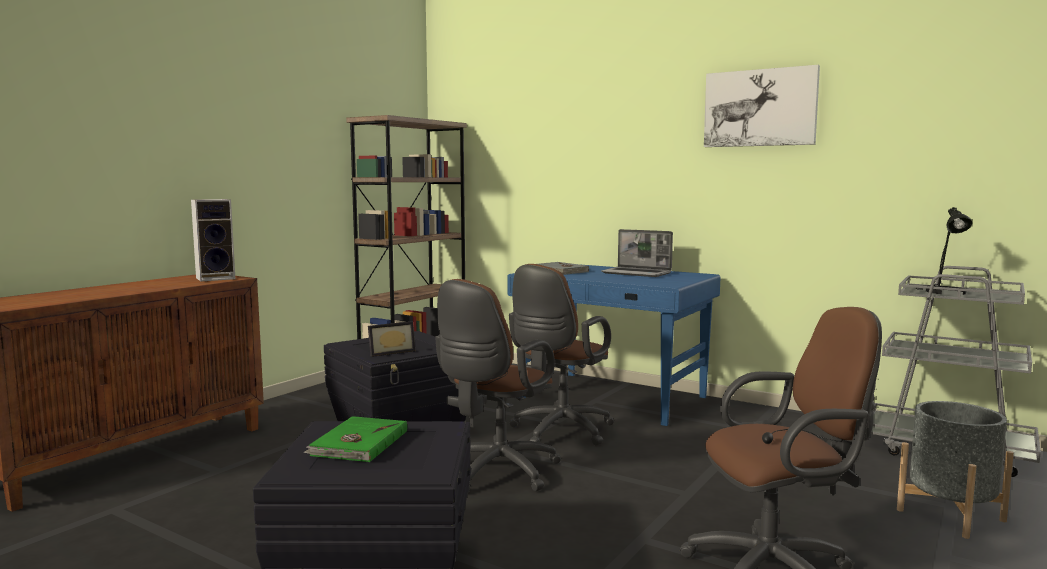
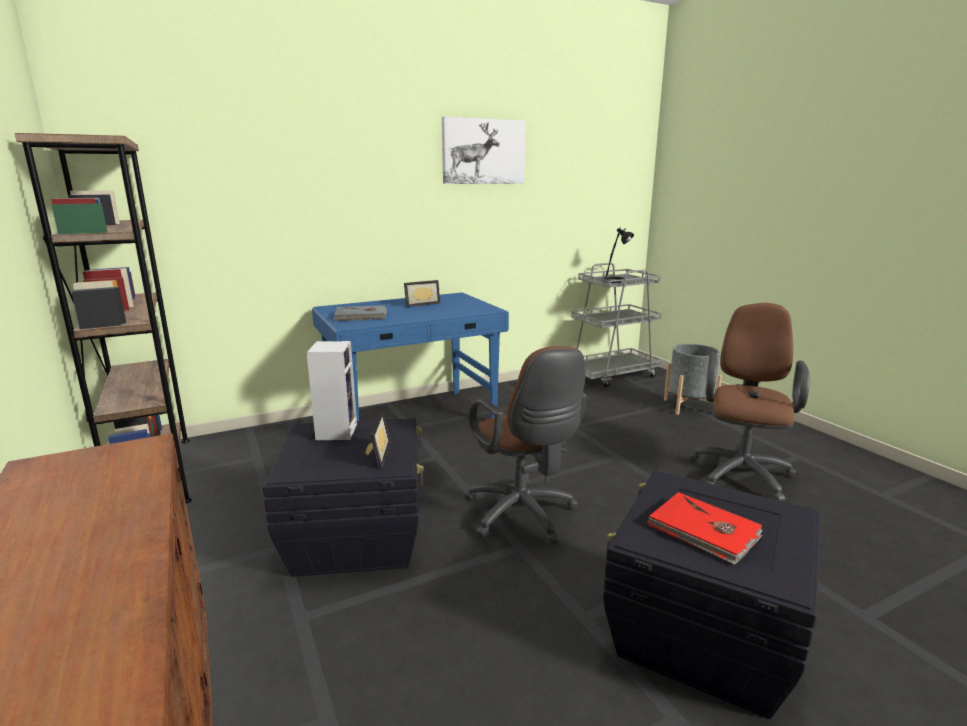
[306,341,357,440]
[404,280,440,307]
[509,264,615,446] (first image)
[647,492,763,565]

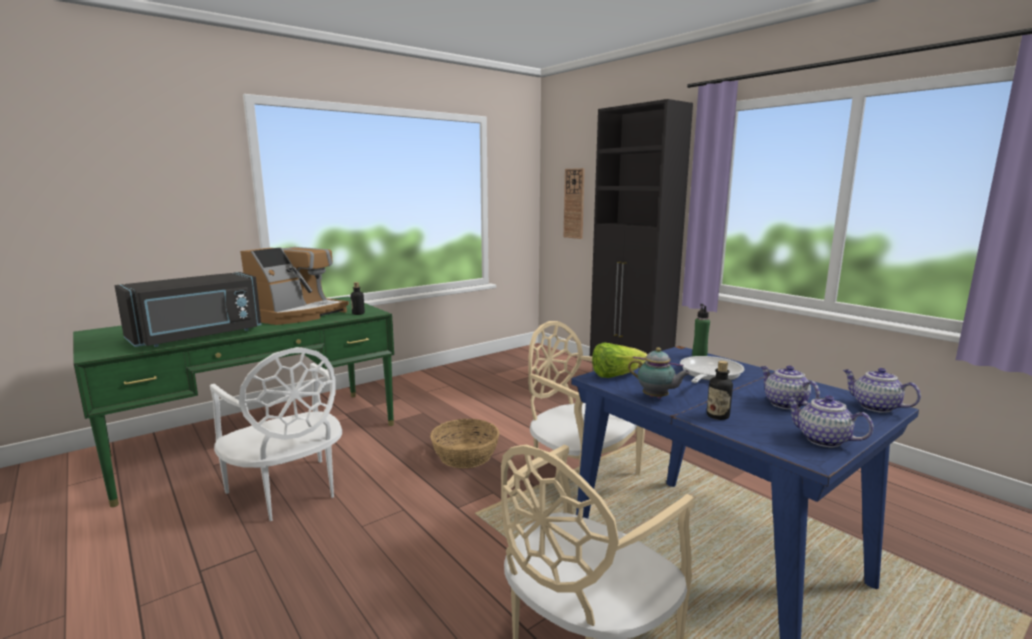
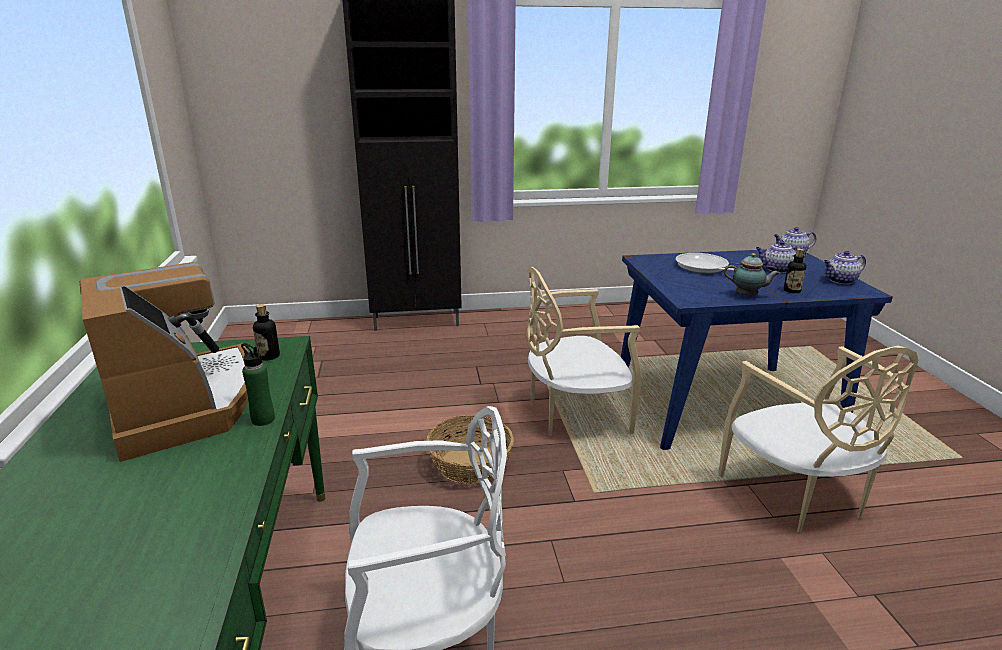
[564,168,585,239] (first image)
[115,272,262,347] (first image)
[241,343,275,426]
[592,342,648,378] (first image)
[724,253,780,296]

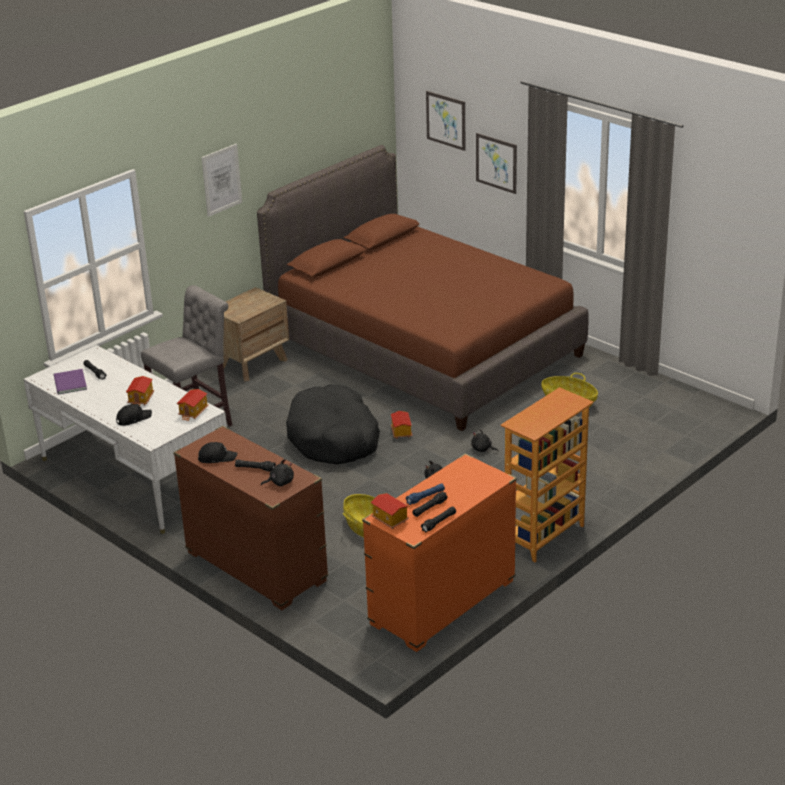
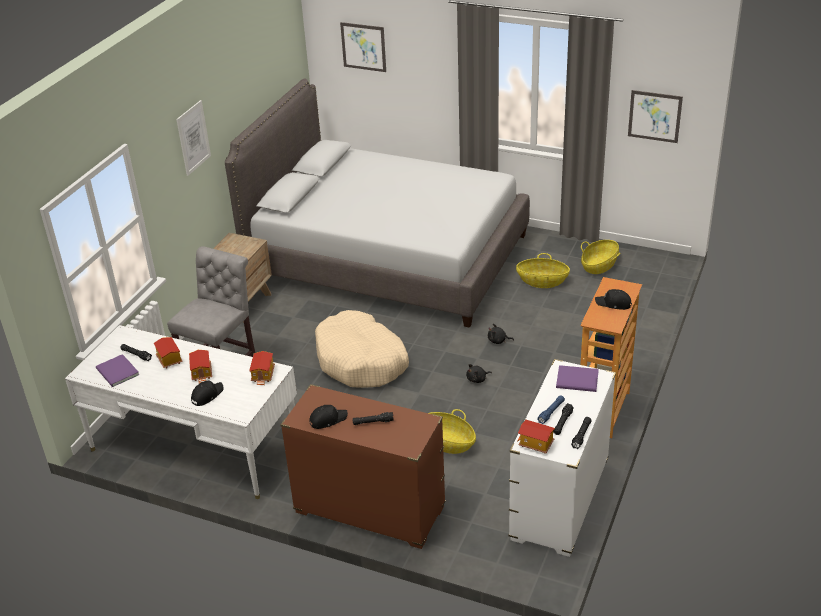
[628,90,683,143]
[225,79,530,328]
[315,310,409,388]
[154,337,183,368]
[508,359,616,557]
[261,459,294,486] (first image)
[581,240,620,274]
[595,289,632,310]
[556,365,599,392]

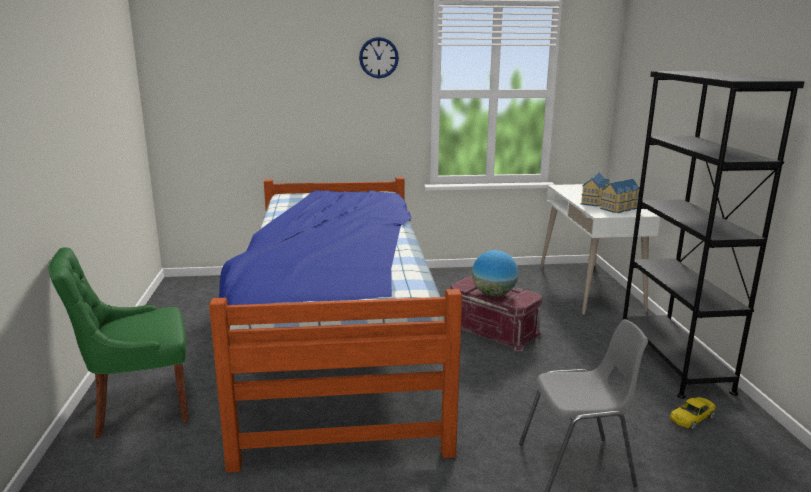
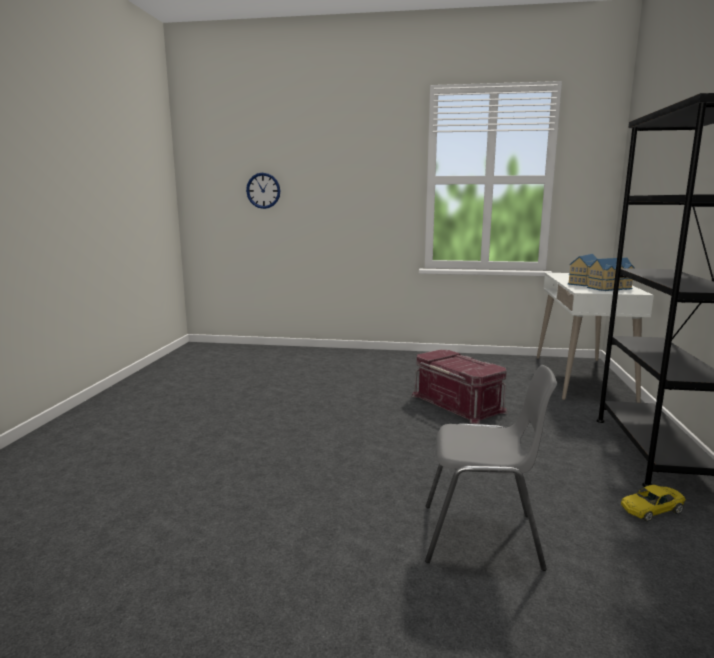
[246,173,280,209]
[209,177,462,473] (first image)
[48,247,189,438] (first image)
[472,250,518,296] (first image)

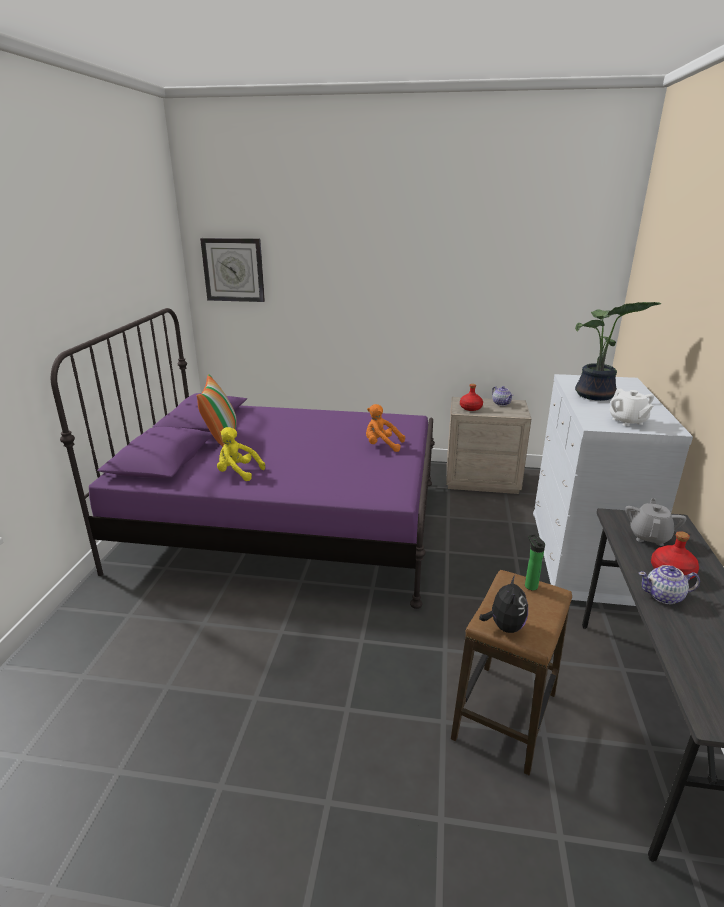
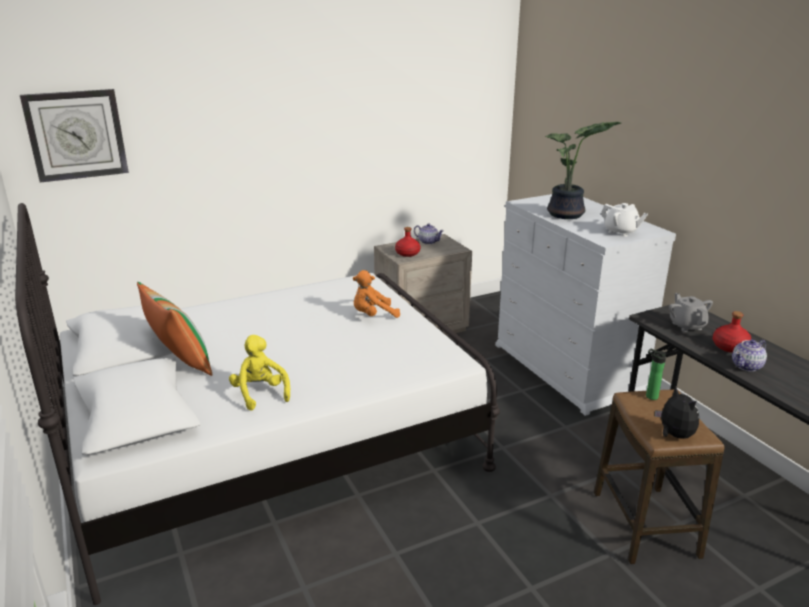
[15,203,500,605]
[229,335,290,411]

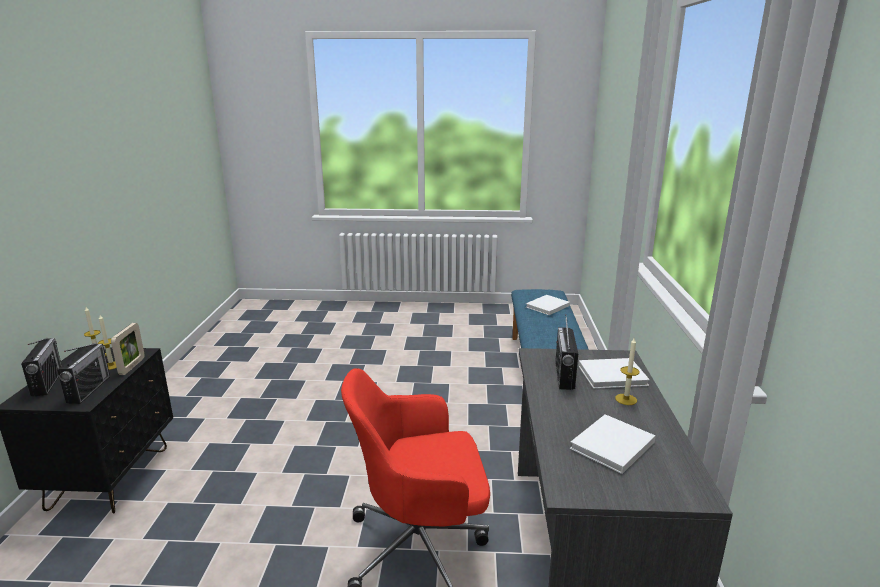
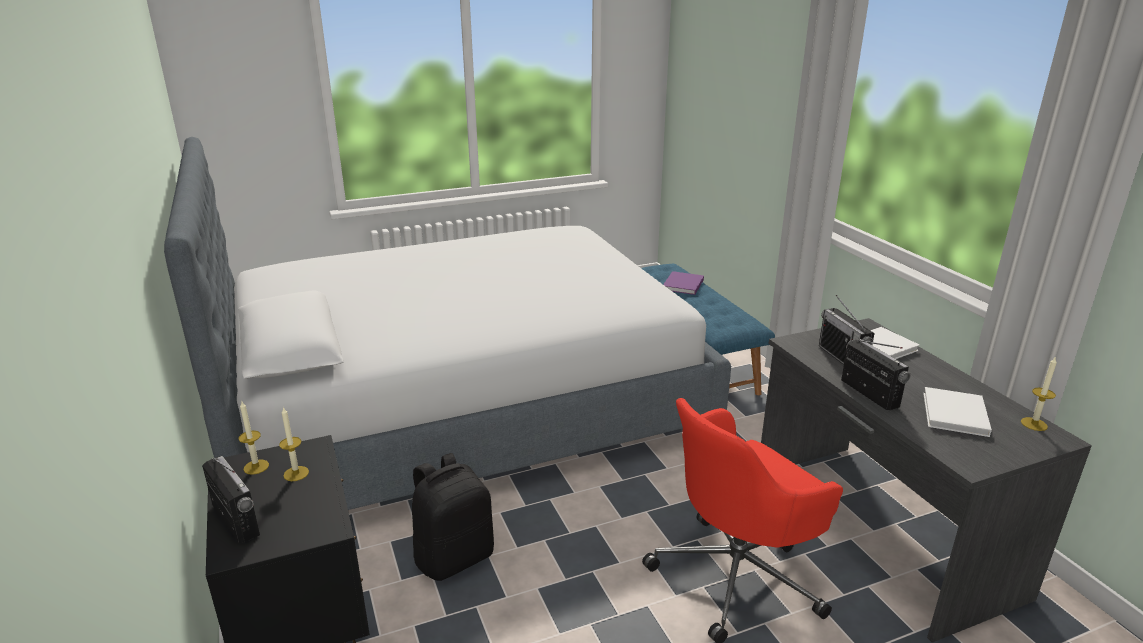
[663,271,704,295]
[111,323,145,375] (first image)
[1021,356,1057,431]
[841,339,911,410]
[164,137,731,510]
[412,453,494,581]

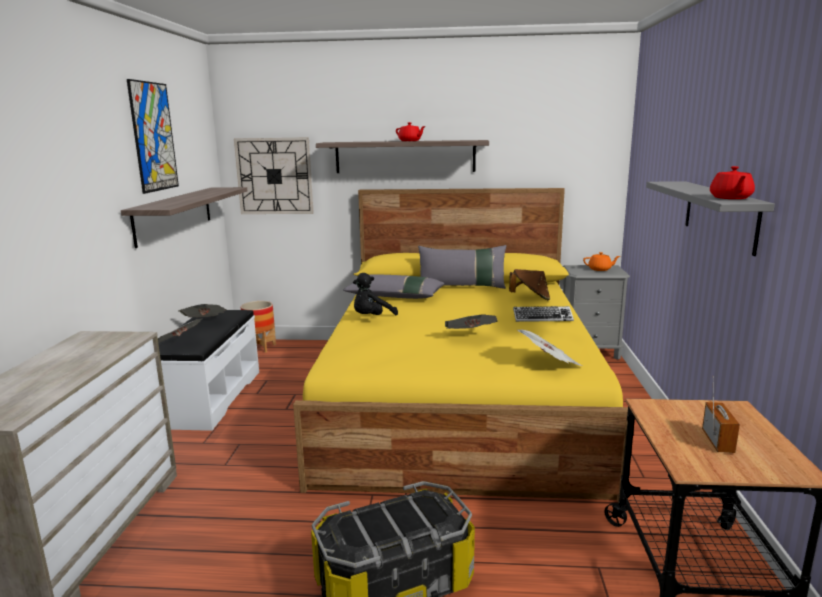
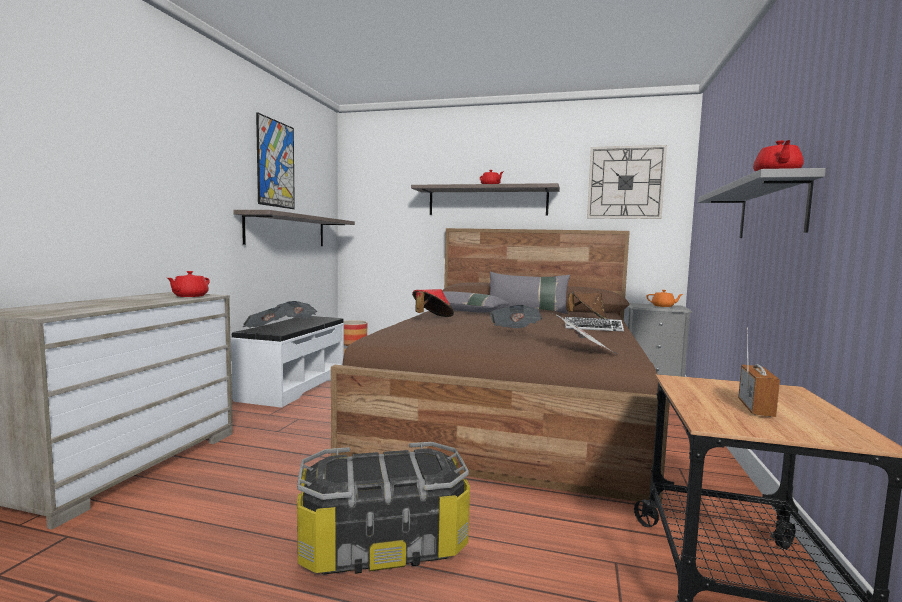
[587,145,667,219]
[331,228,670,504]
[412,289,454,317]
[167,271,210,297]

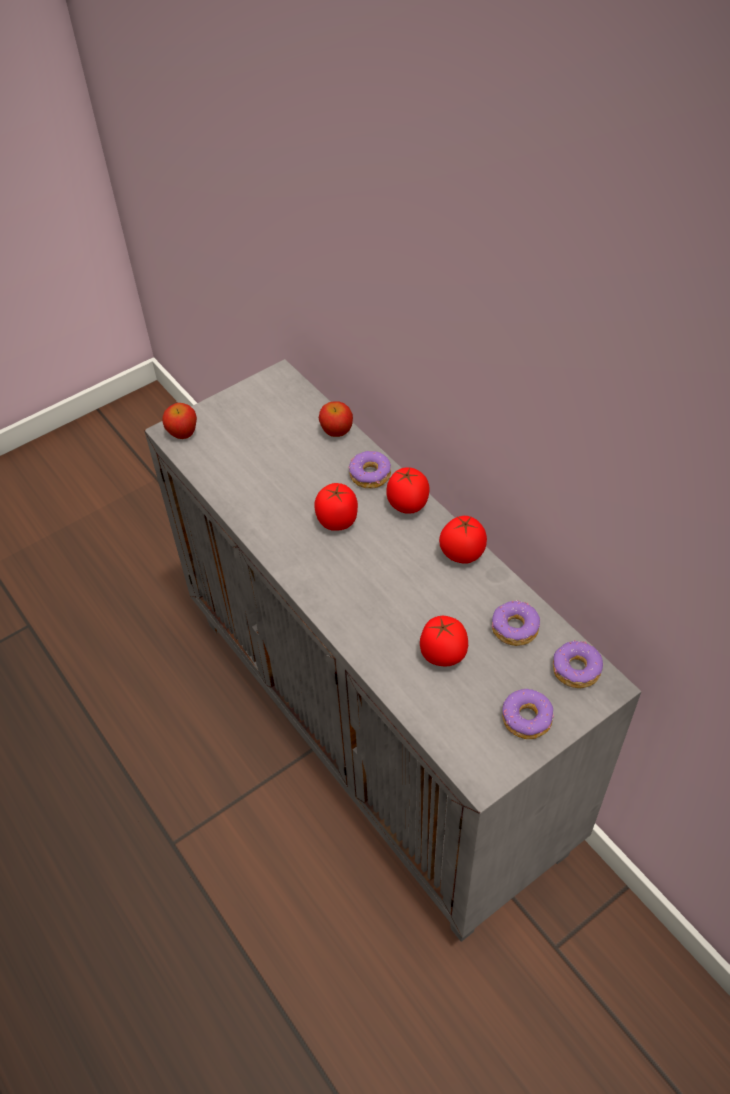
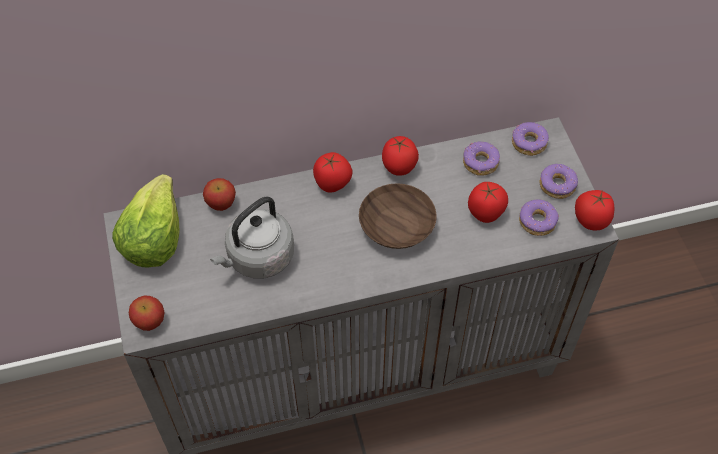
[519,199,559,236]
[575,190,614,231]
[112,174,180,268]
[359,183,437,249]
[210,196,294,279]

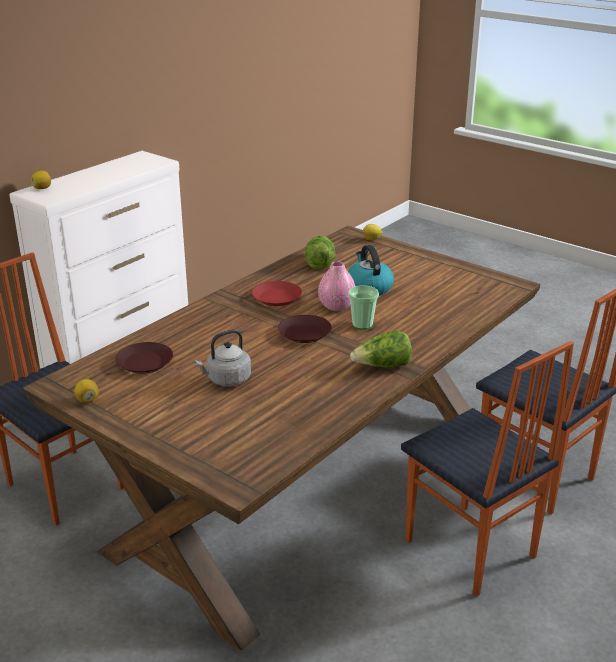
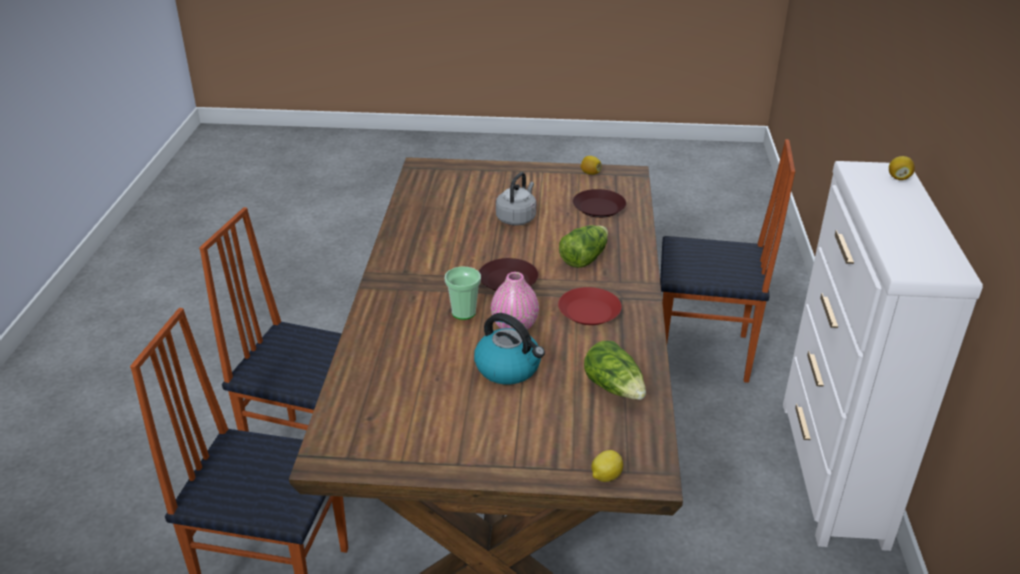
[559,225,608,268]

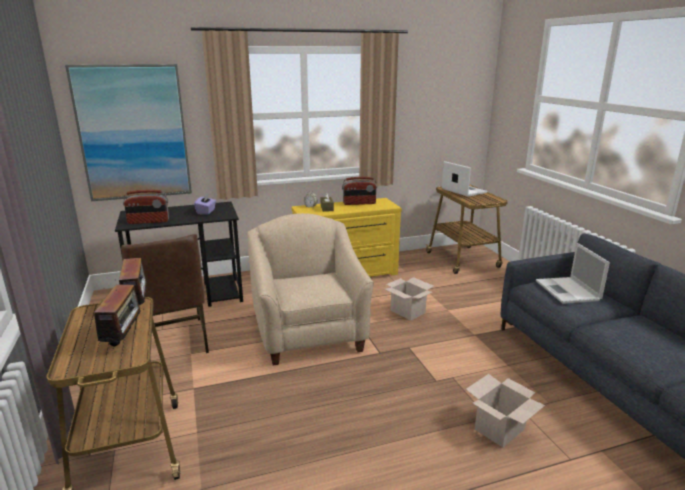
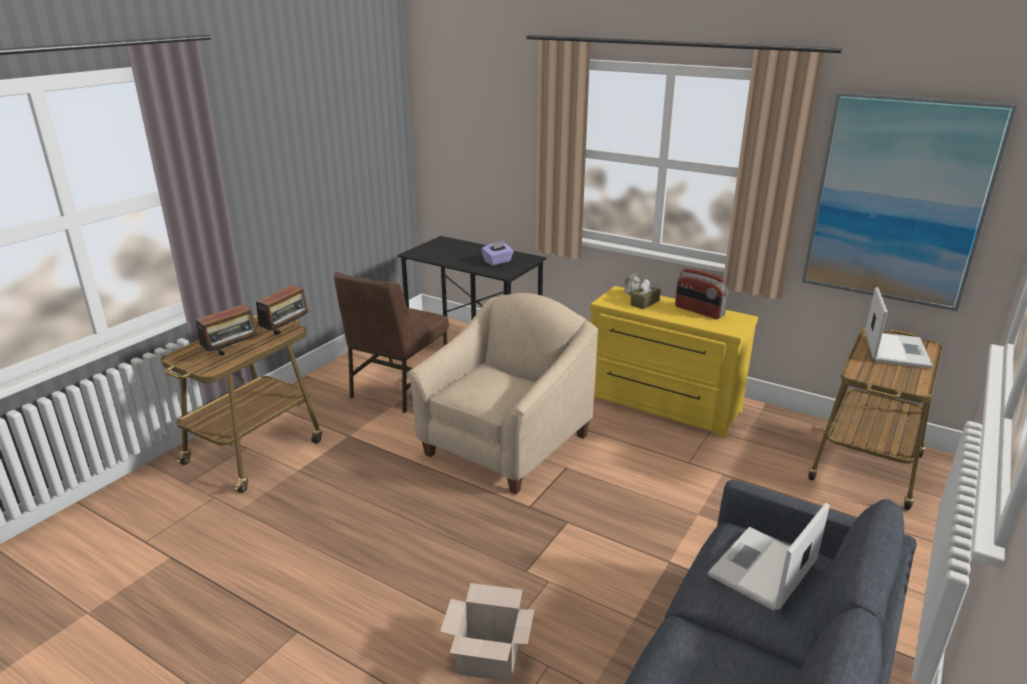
[802,91,1018,311]
[123,190,169,224] (first image)
[385,277,433,321] (first image)

